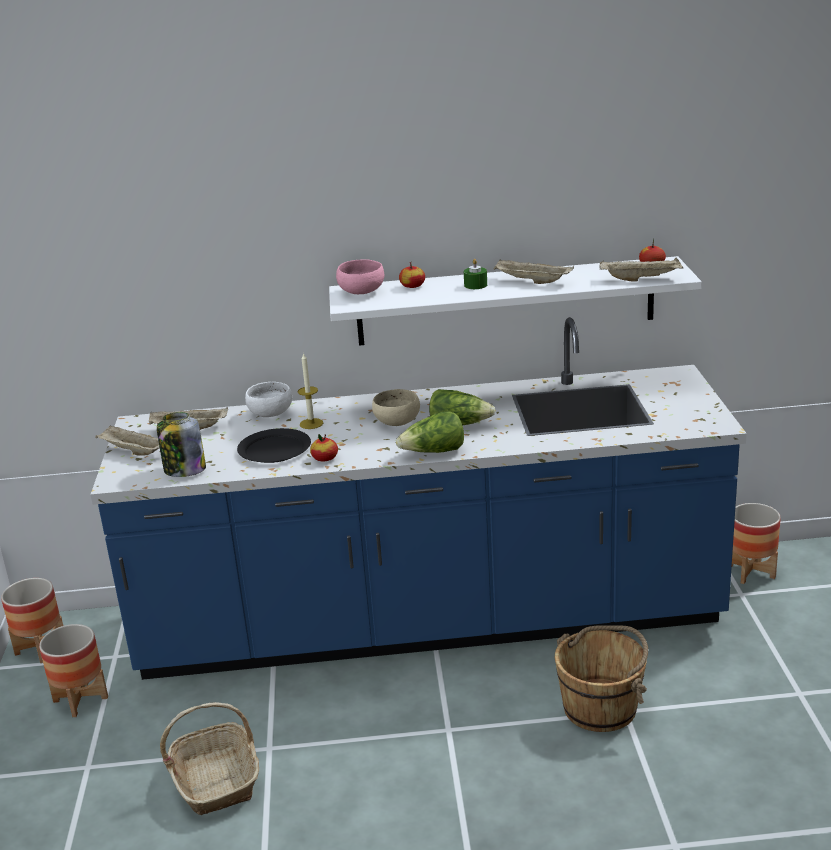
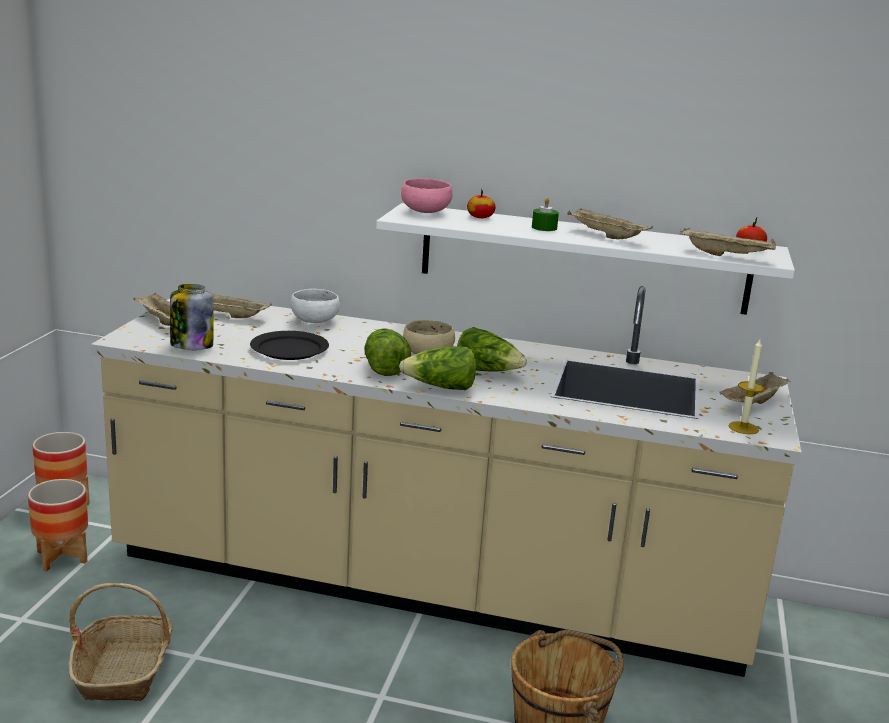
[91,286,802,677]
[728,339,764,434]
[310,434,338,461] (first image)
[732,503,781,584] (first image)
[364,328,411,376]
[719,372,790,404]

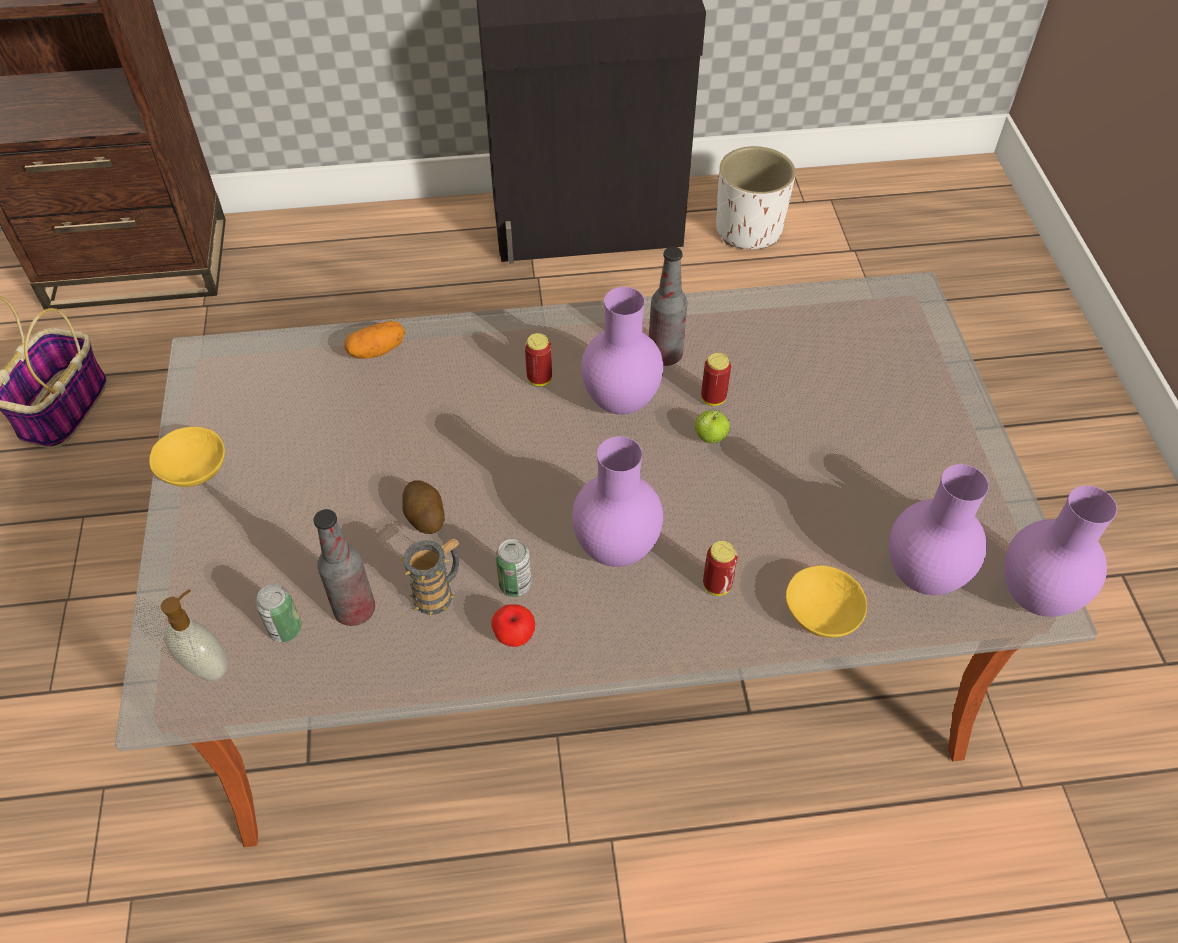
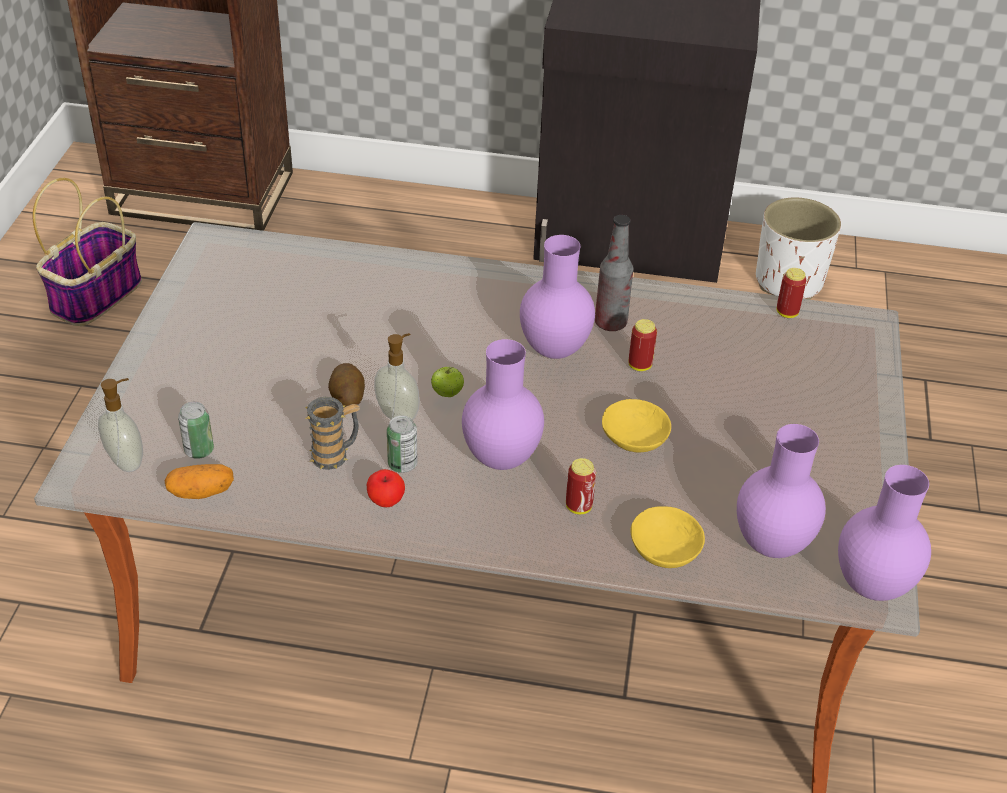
[164,464,234,499]
[777,268,807,318]
[431,367,464,397]
[602,399,671,452]
[314,509,375,626] (first image)
[374,333,420,420]

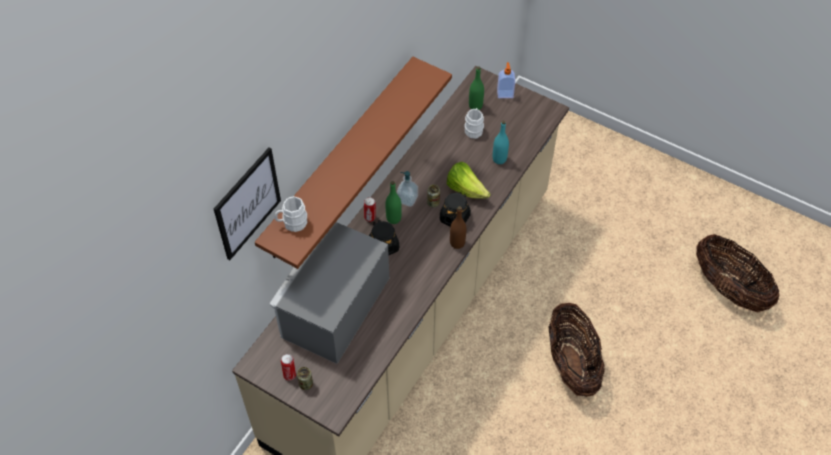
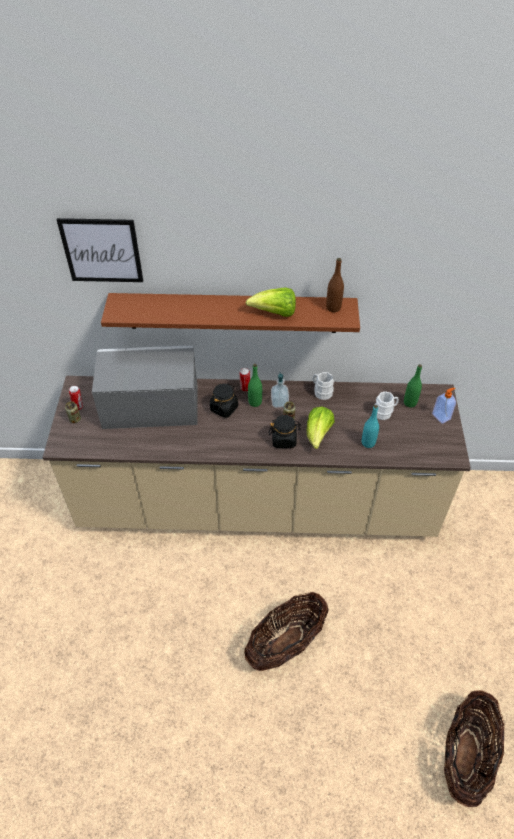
[313,372,334,400]
[326,258,344,312]
[246,287,296,317]

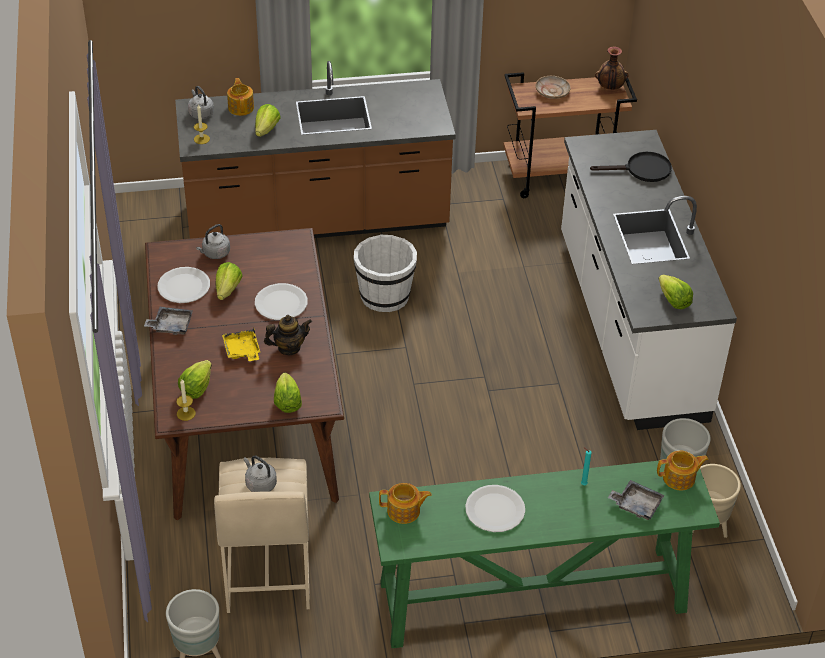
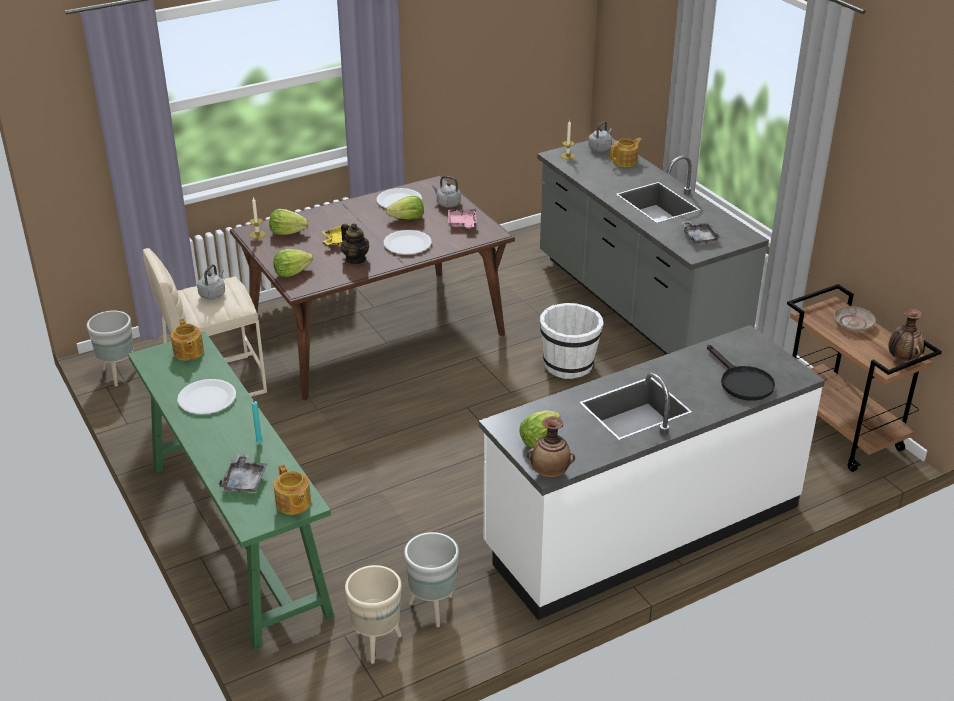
[537,138,769,354]
[255,104,281,137] (first image)
[682,221,721,245]
[448,207,477,227]
[527,416,575,477]

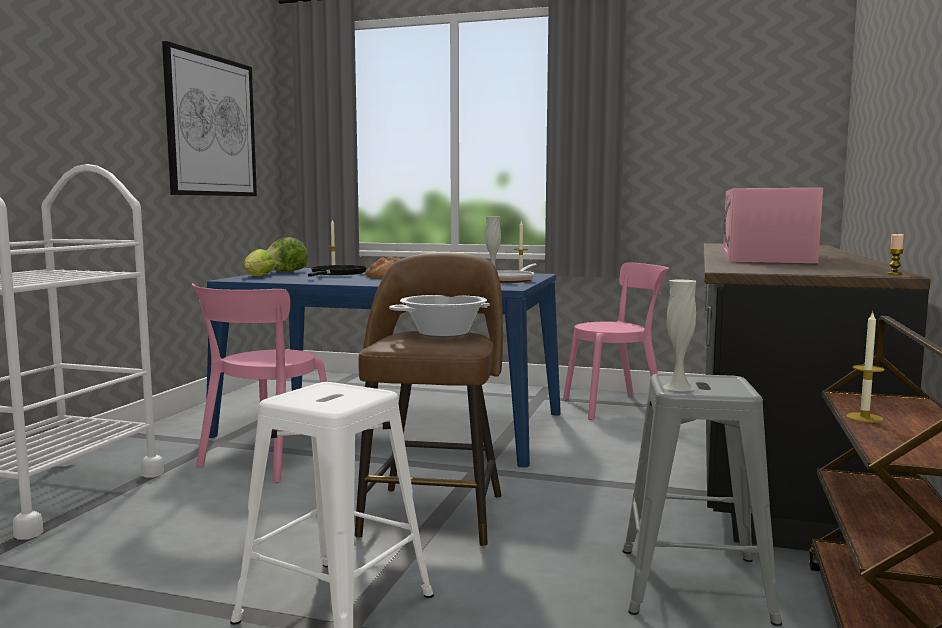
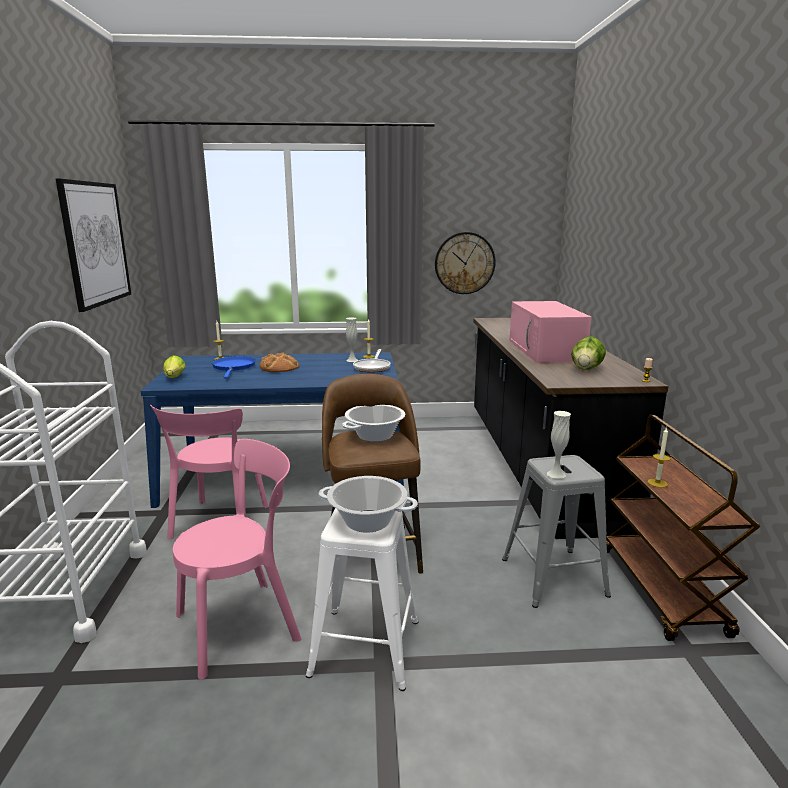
[571,336,606,370]
[173,439,301,680]
[212,356,255,379]
[435,232,496,294]
[318,476,418,533]

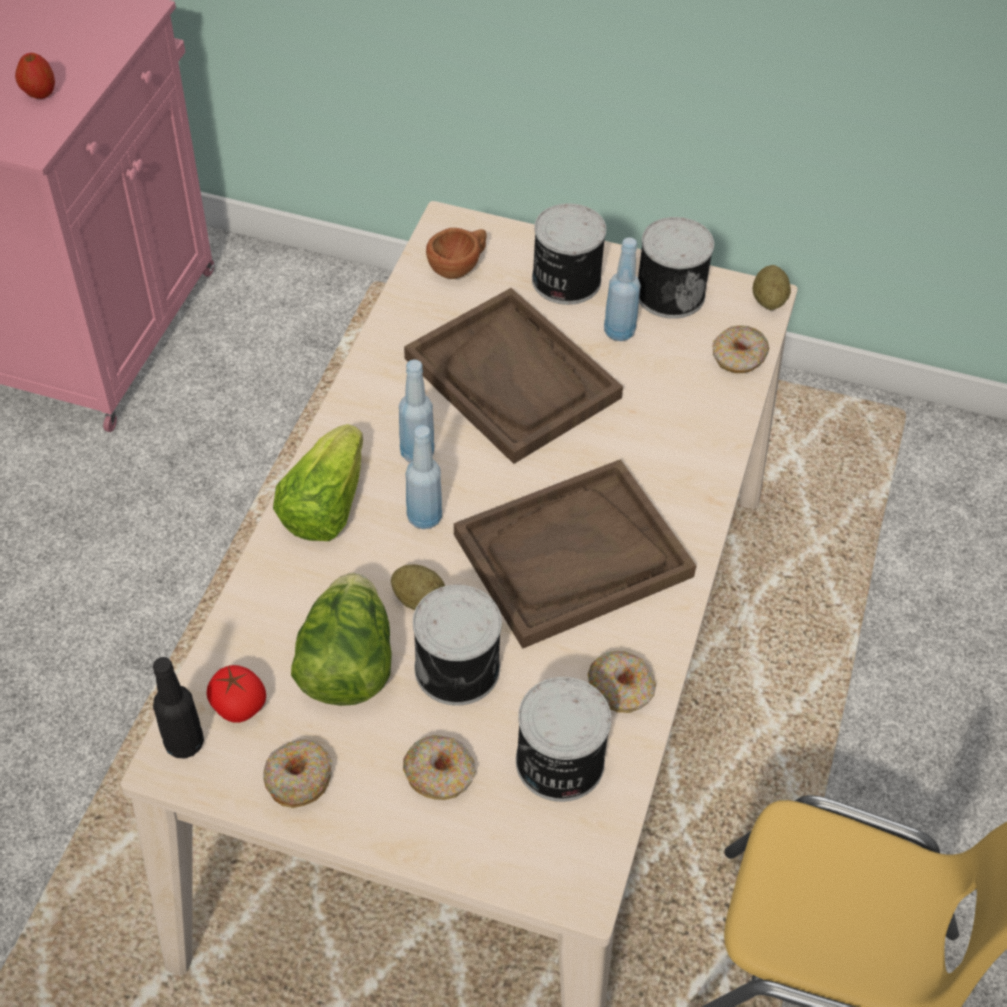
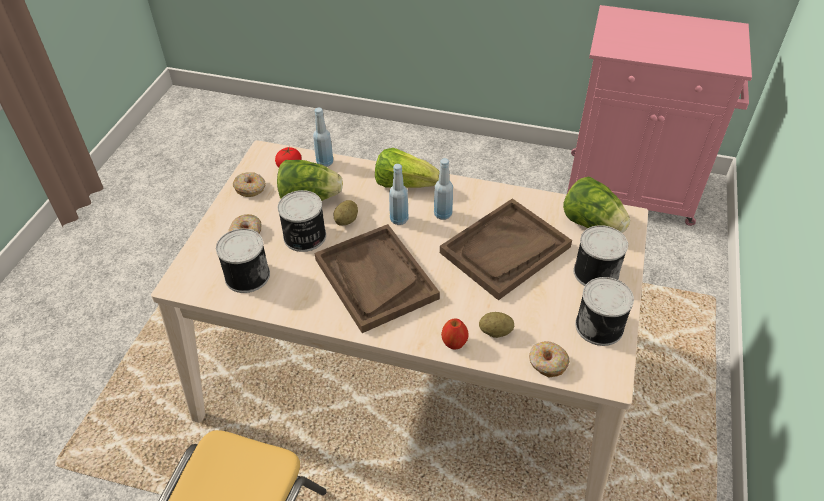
[441,318,469,350]
[563,177,630,233]
[313,108,333,167]
[479,312,514,338]
[588,651,656,713] (first image)
[153,657,204,759] (first image)

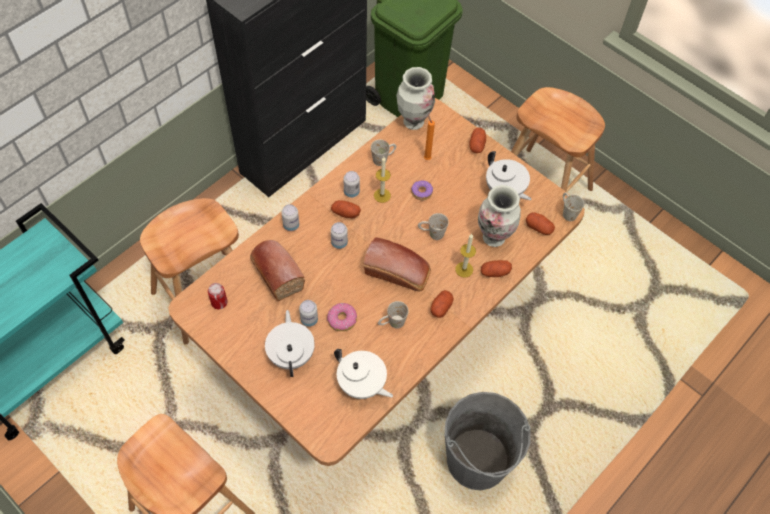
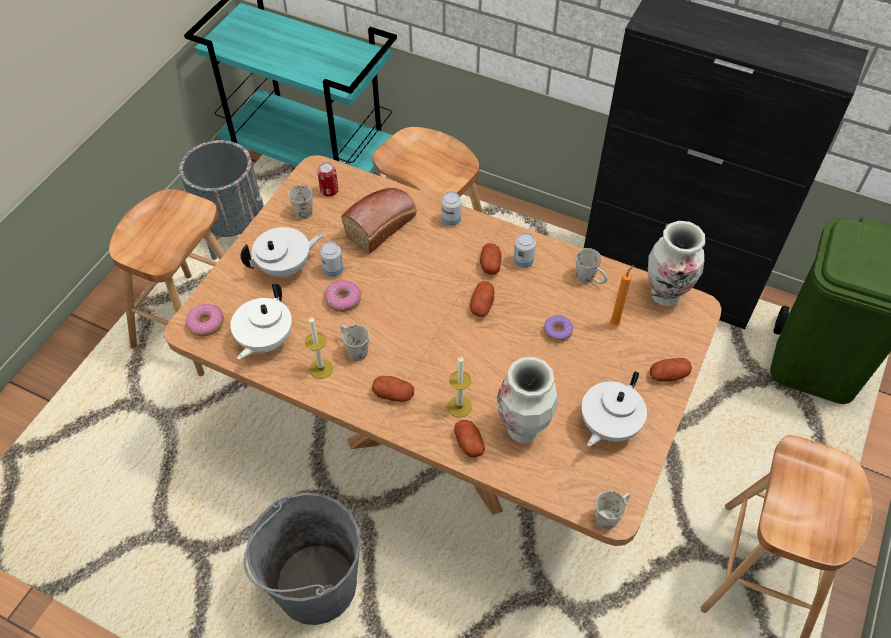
[305,316,333,379]
[470,281,494,317]
[288,183,313,219]
[331,222,348,249] (first image)
[364,237,431,291] (first image)
[179,140,264,260]
[186,304,224,336]

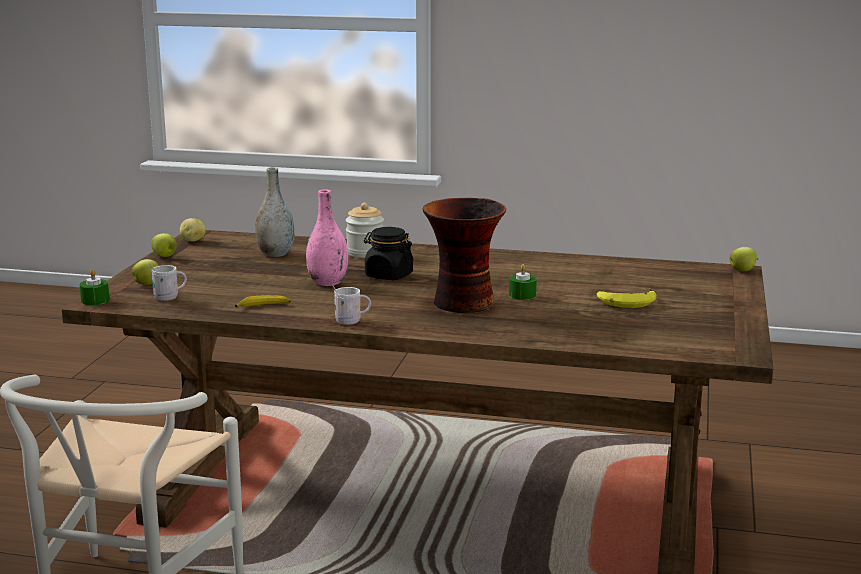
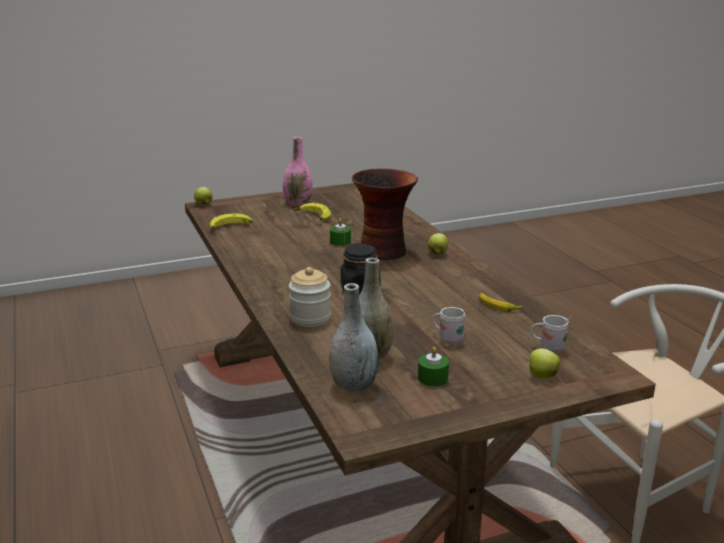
[283,137,313,206]
[180,218,206,242] (first image)
[428,233,448,255]
[418,346,449,386]
[432,307,466,345]
[209,214,253,230]
[329,283,379,393]

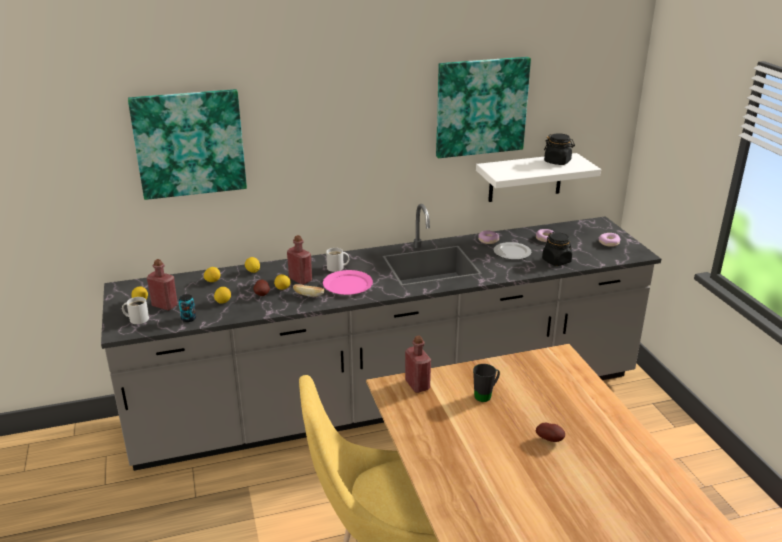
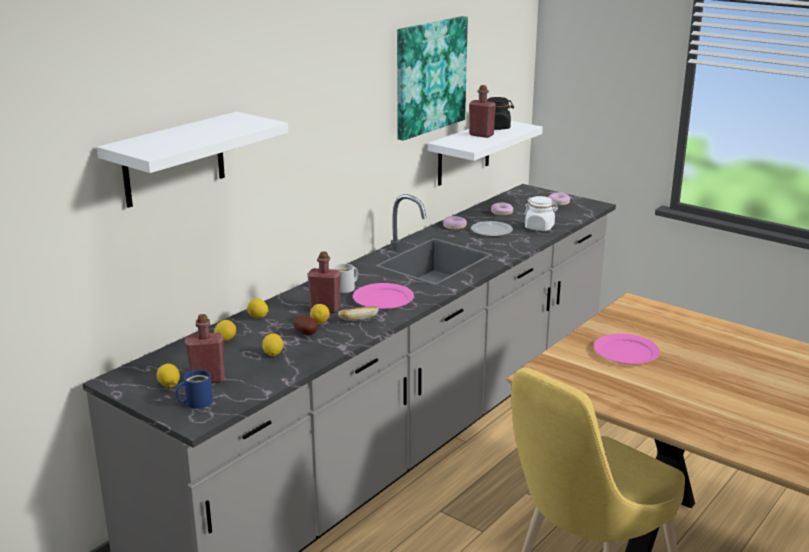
[97,112,288,208]
[524,196,558,231]
[178,294,196,322] (first image)
[176,370,213,409]
[469,85,496,138]
[594,334,660,364]
[536,423,565,442] (first image)

